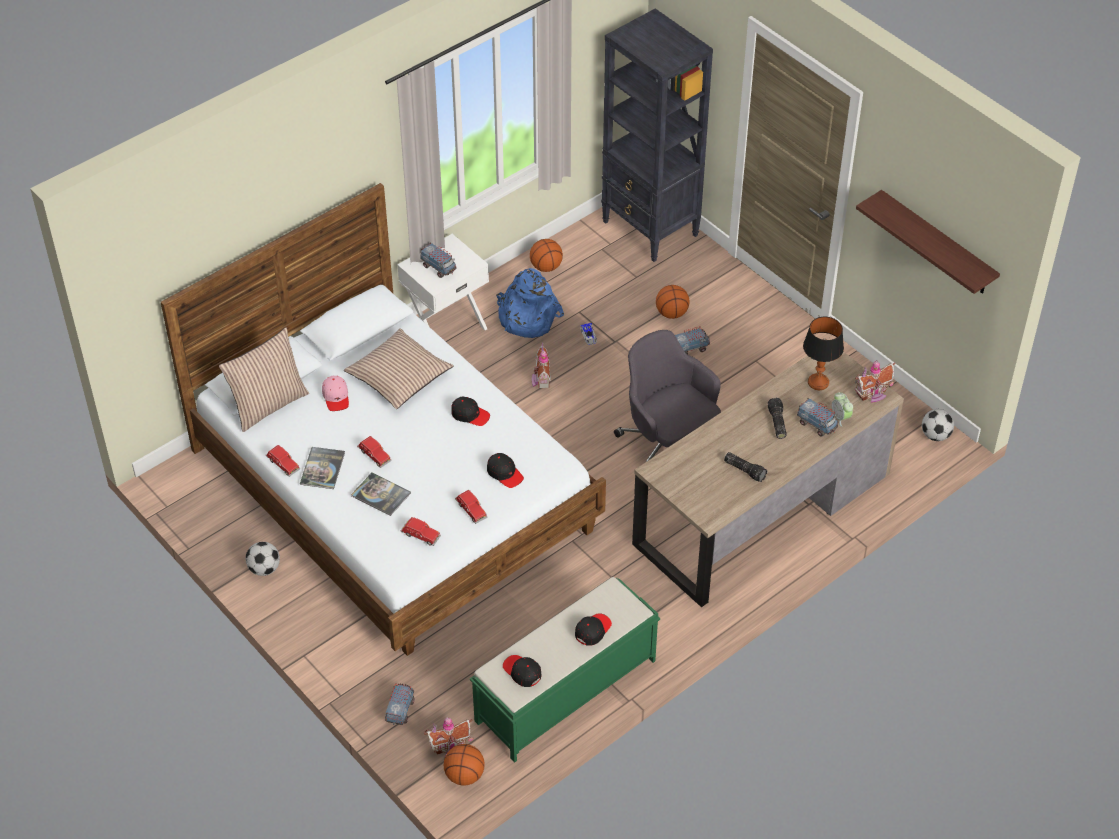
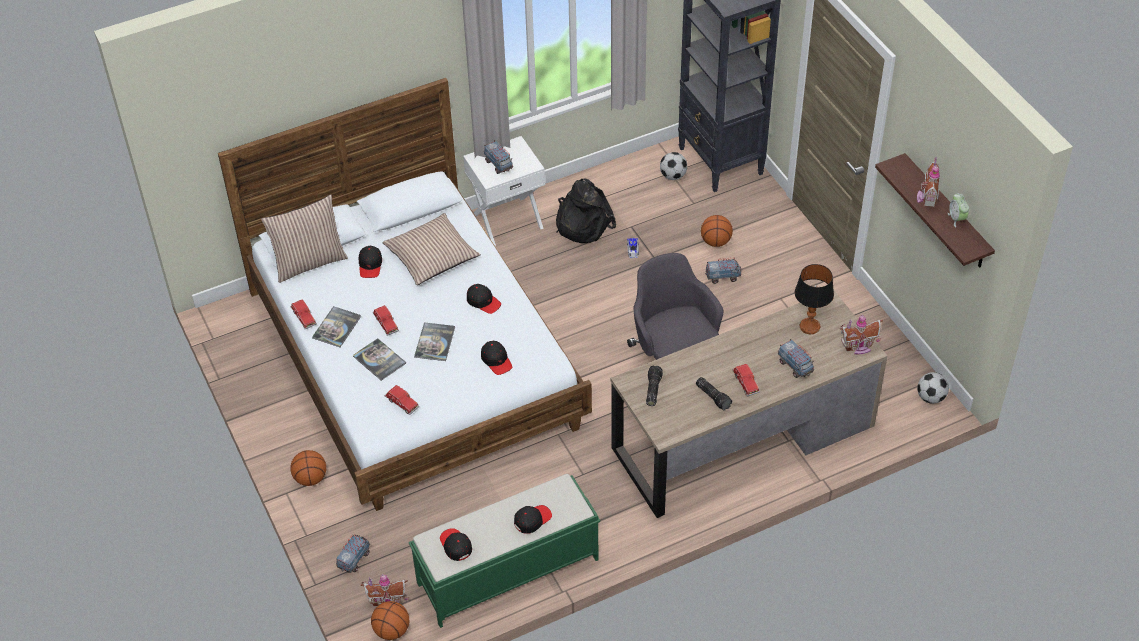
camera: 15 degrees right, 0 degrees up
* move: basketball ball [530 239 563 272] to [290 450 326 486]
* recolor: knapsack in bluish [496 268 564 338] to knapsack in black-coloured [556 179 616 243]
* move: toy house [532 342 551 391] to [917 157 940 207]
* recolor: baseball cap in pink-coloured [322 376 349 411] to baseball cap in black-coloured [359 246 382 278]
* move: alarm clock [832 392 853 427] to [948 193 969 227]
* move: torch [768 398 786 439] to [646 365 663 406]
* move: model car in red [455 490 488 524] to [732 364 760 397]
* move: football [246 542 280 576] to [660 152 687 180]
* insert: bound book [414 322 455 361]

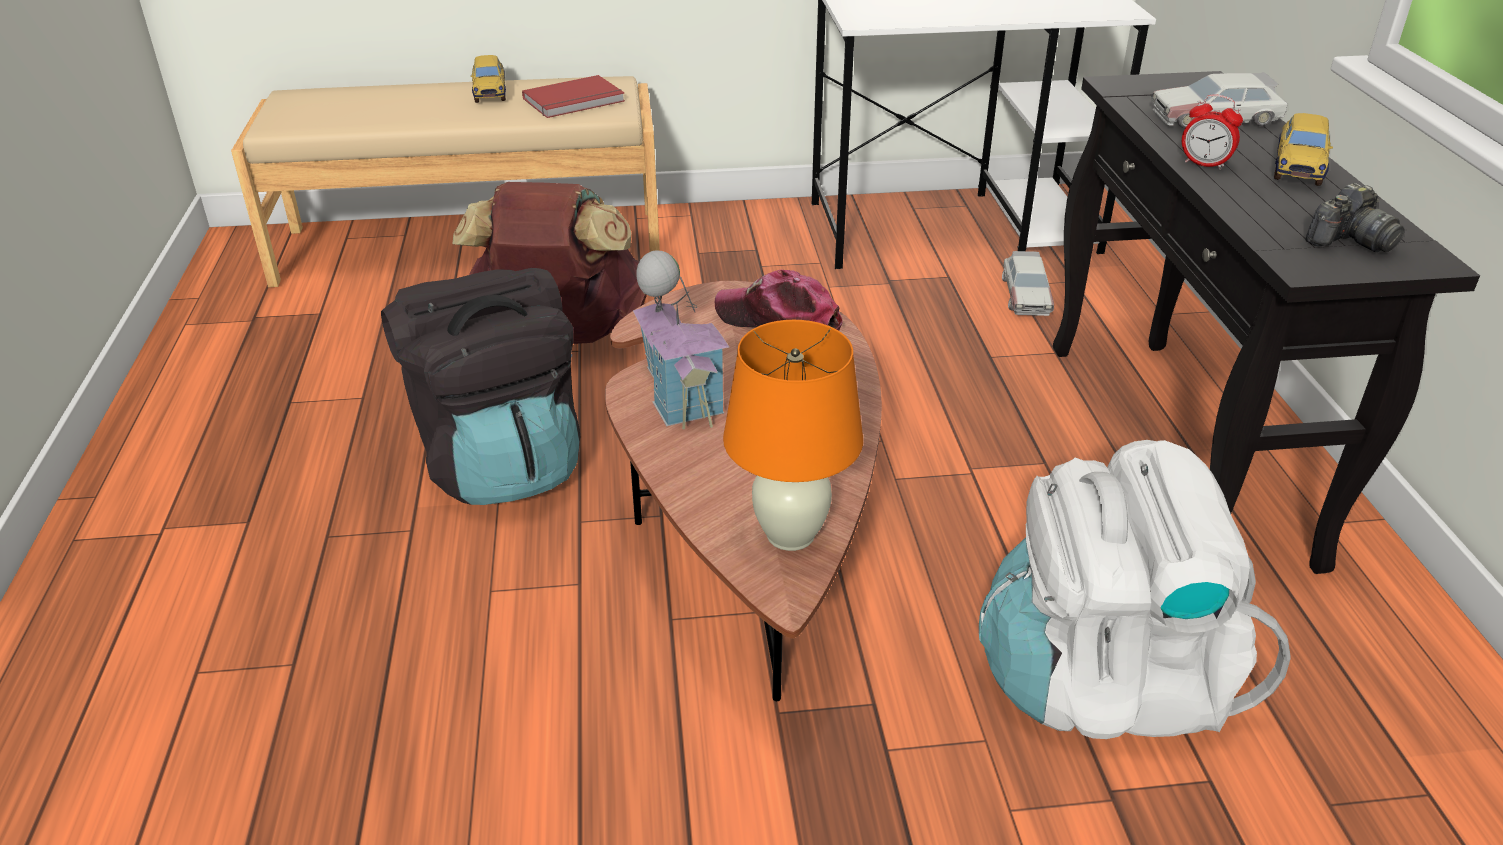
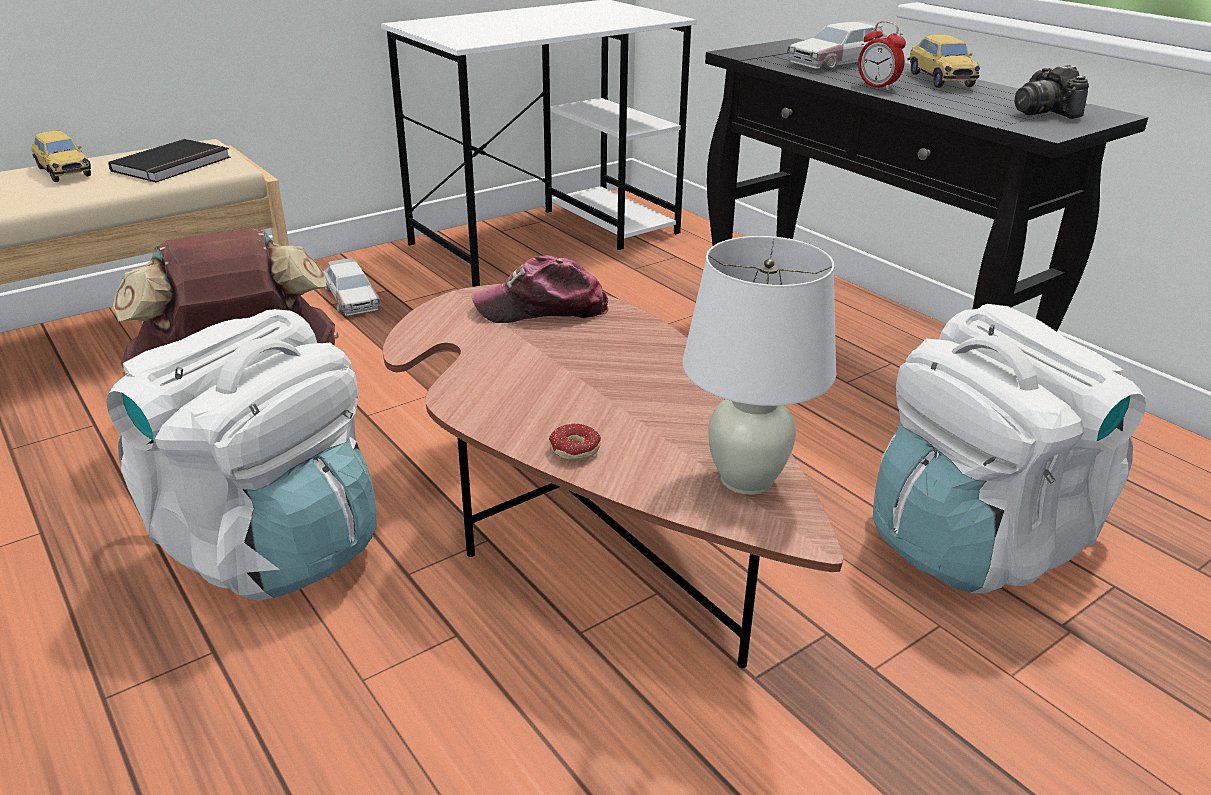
camera: 30 degrees left, 5 degrees down
* recolor: bound book in red [522 75 625 118] to bound book in black-coloured [108 139 231 182]
* rotate: alarm clock [1182 94 1243 170] = [858 21 906 90] 45 degrees clockwise
* rotate: still camera [1305 183 1405 252] = [1015 65 1089 119] 135 degrees clockwise
* delete: toy house [633 250 729 430]
* move: model car [1002 251 1054 316] to [324 258 381 316]
* recolor: knapsack in black-coloured [381 268 581 505] to knapsack in white [106 309 376 601]
* recolor: lamp for a table in orangey [723 320 863 551] to lamp for a table in white [682 236 836 495]
* insert: donut [549 423 601 460]

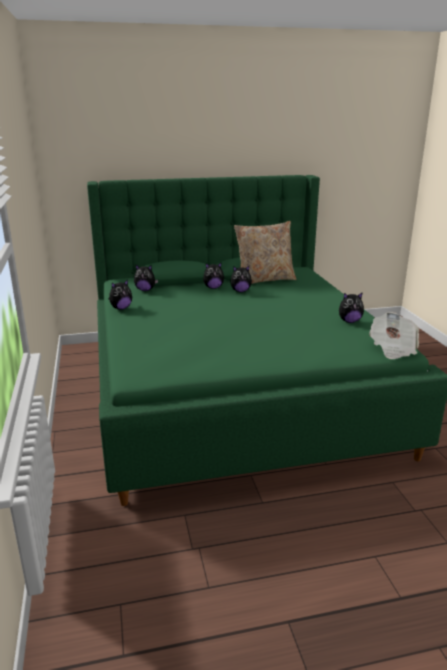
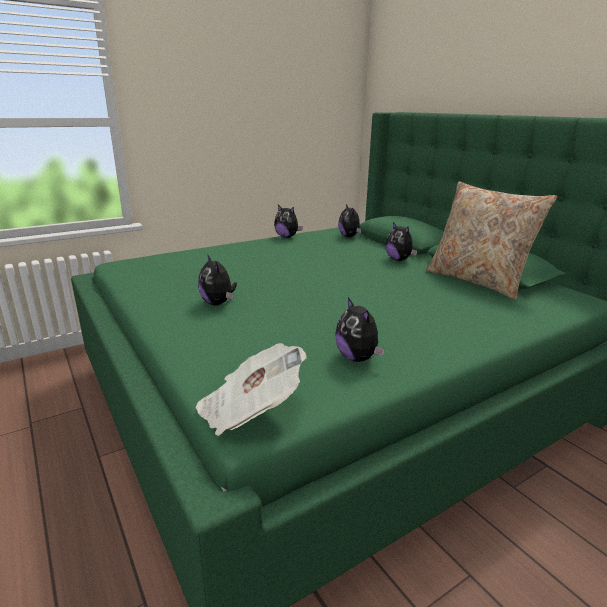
camera: 70 degrees right, 0 degrees up
* move: plush toy [230 266 252 292] to [198 254 237 306]

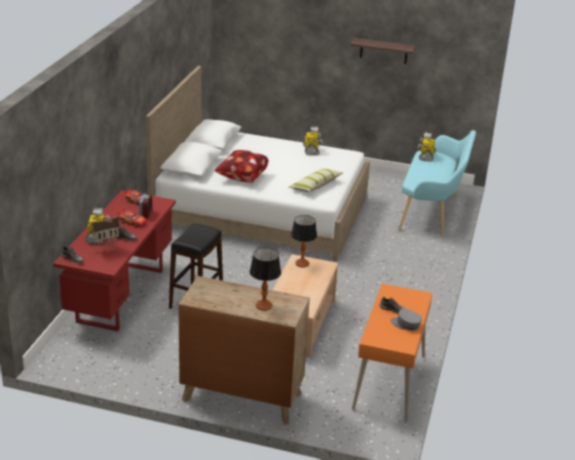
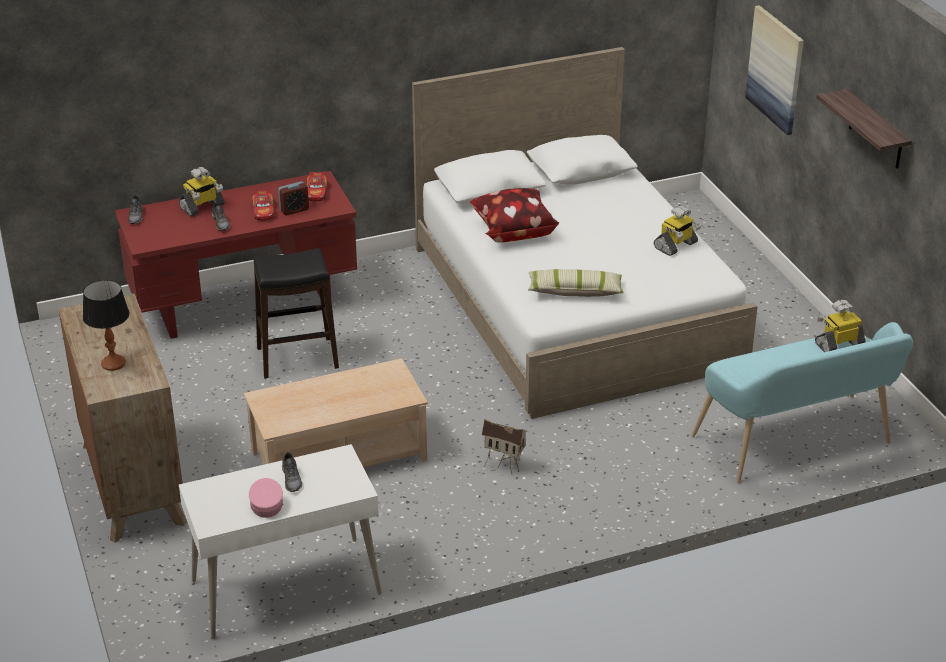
camera: 55 degrees right, 5 degrees up
* delete: lamp for a table [291 215 317 267]
* move: toy house [90 216 120 256] to [482 419 529 475]
* recolor: desk in orangey [352 284 432 422] to desk in white [179 444 382 639]
* recolor: baseball cap in gray [390 309 422 331] to baseball cap in pink-coloured [249 478 283 518]
* insert: wall art [745 5 804 135]

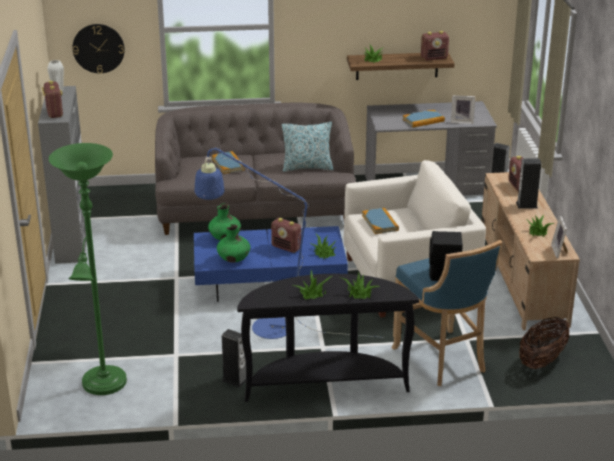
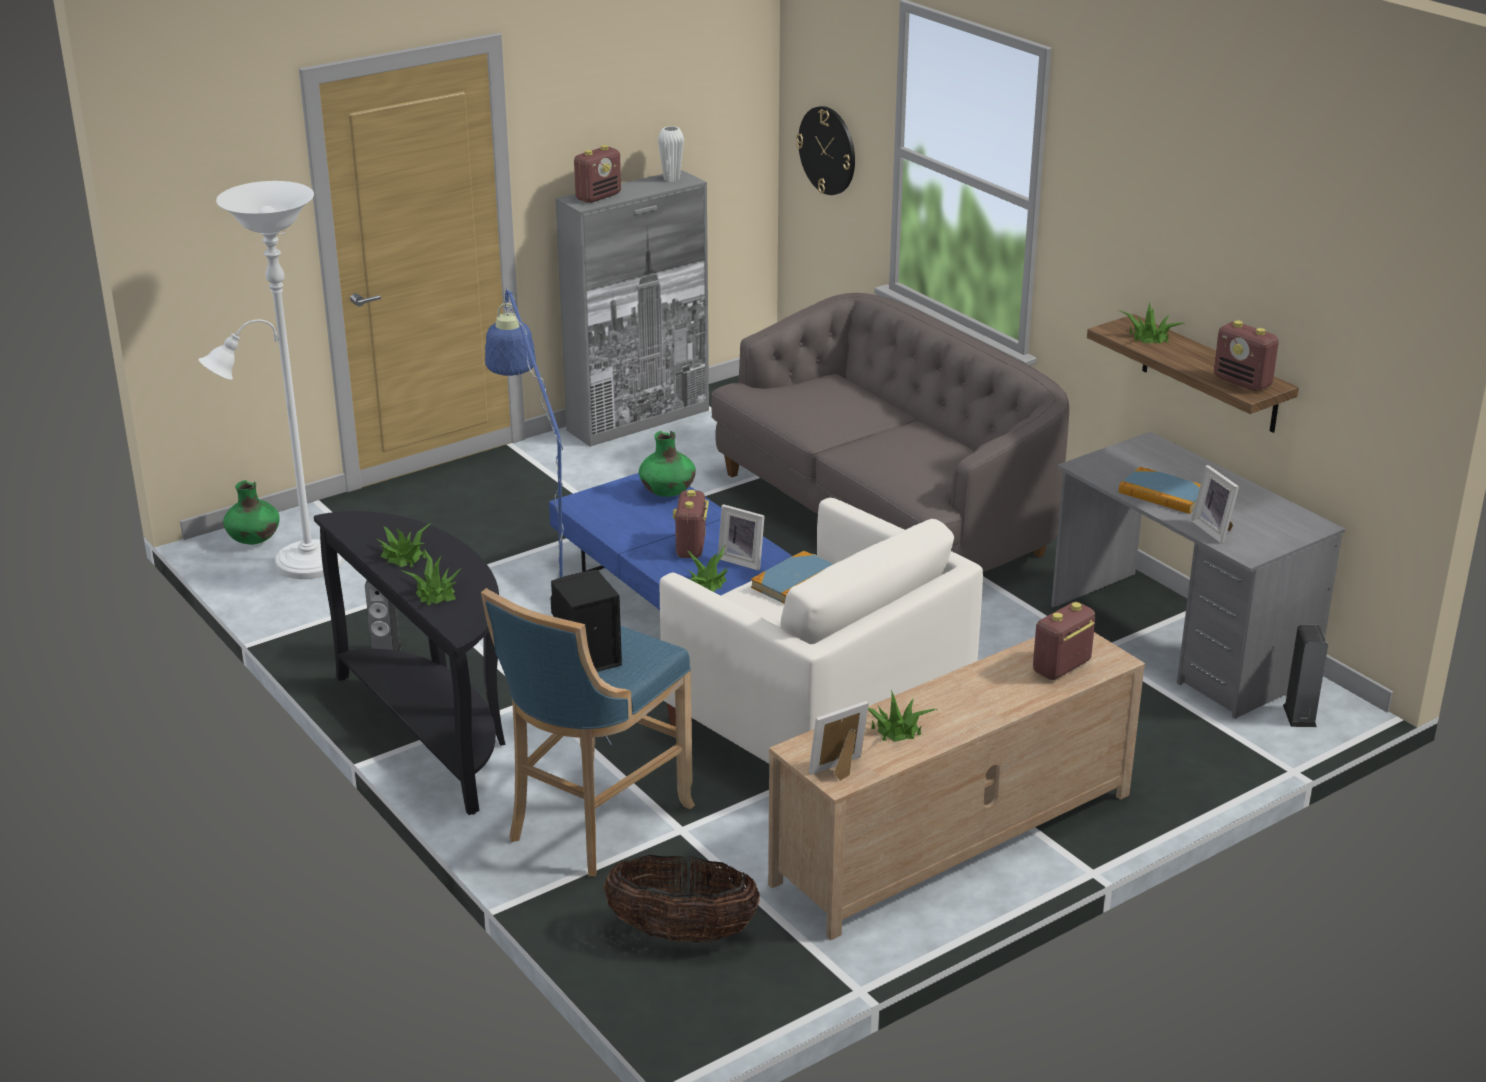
camera: 60 degrees right, 0 degrees up
* delete: pillow [282 122 333 172]
* recolor: floor lamp in green [49 143 127 395] to floor lamp in white [198 181 344 579]
* delete: bound book [212 151 245 174]
* delete: audio speaker [516 158 541 209]
* move: decorative vase in green [217 224 251 263] to [223 480 280 545]
* insert: picture frame [718 504 765 571]

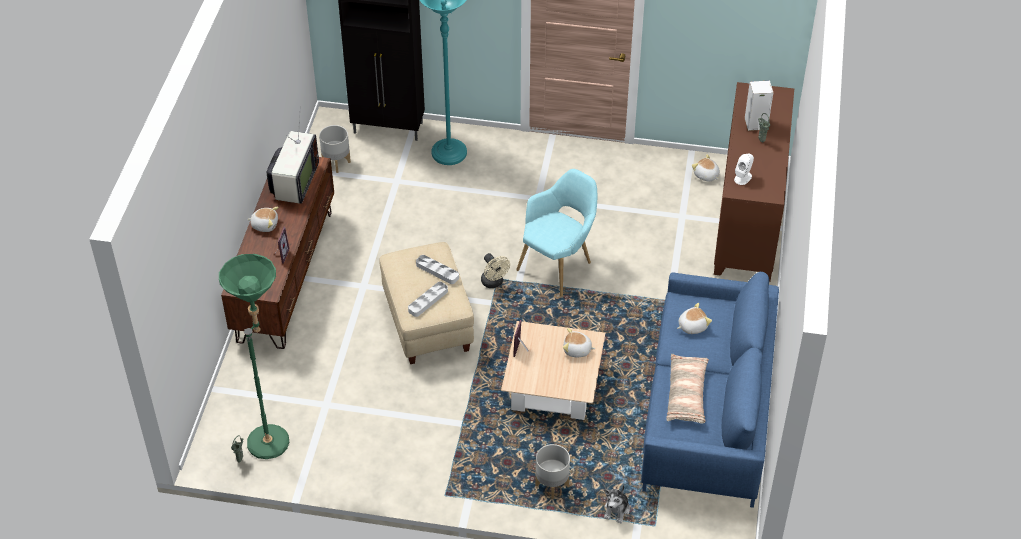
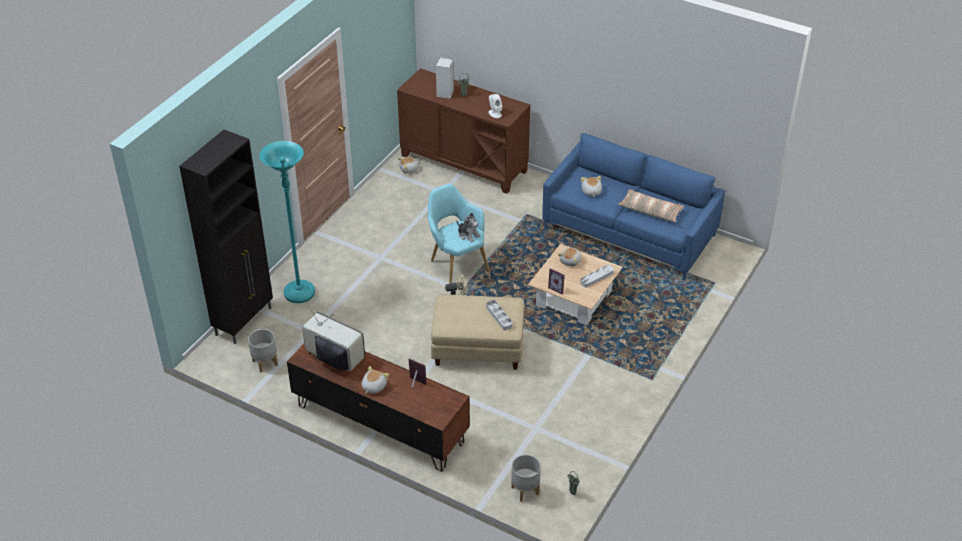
camera: 70 degrees left, 5 degrees down
* delete: floor lamp in green [219 254 289 459]
* move: serving tray in gray [416 255 459 284] to [580 265 614 288]
* move: flower pot in gray [535 444 570 499] to [511 455 541 502]
* move: plush toy [604 485 630 524] to [456 213 480 242]

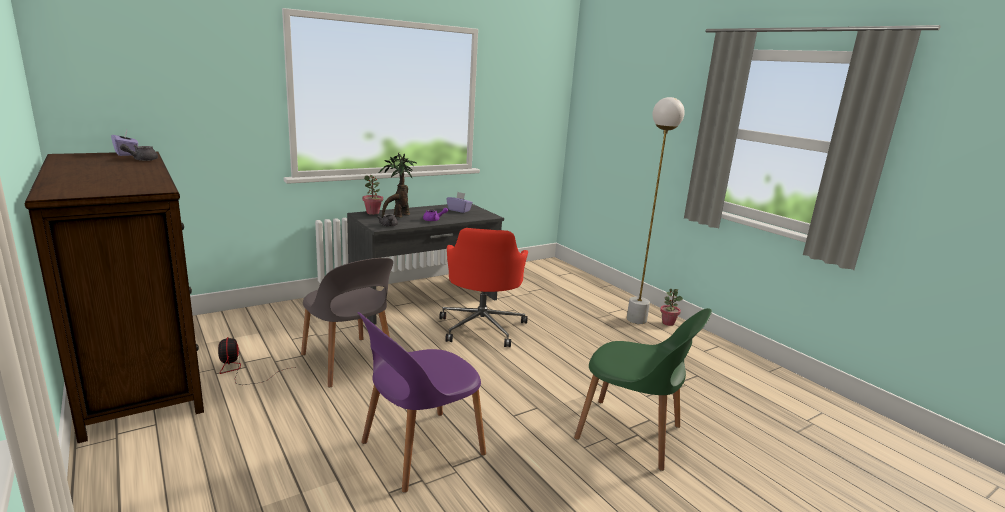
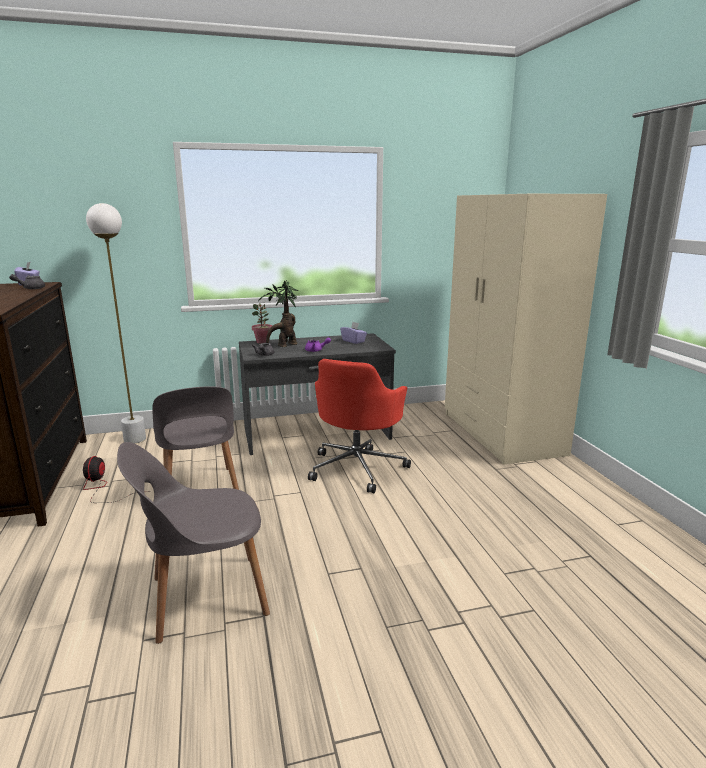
camera: 20 degrees right, 0 degrees up
* move: floor lamp in white [627 97 685 324] to [86 203 146 444]
* delete: houseplant [660 289 683 326]
* delete: chair in green [574 308 712 471]
* recolor: chair in purple-coloured [357 312 486 493] to chair in gray [117 442 270 644]
* insert: clothes cupboard in beige [445 194 607 465]

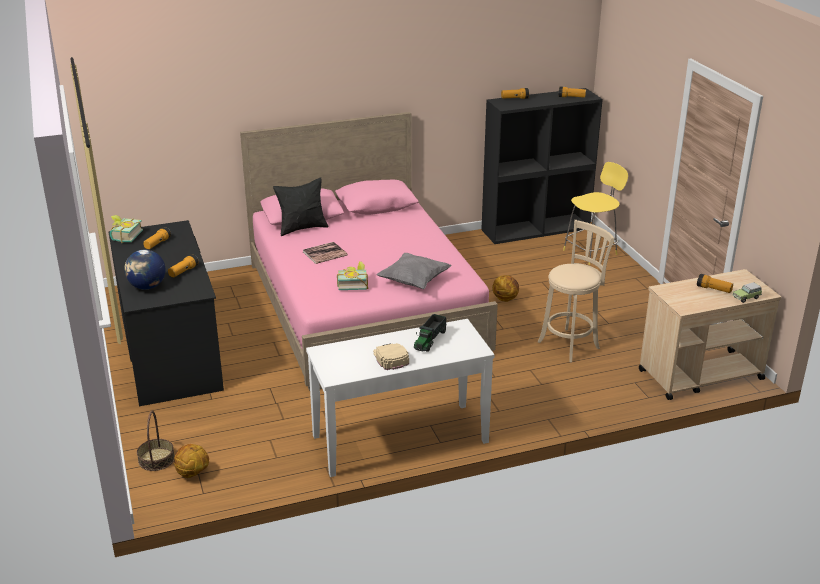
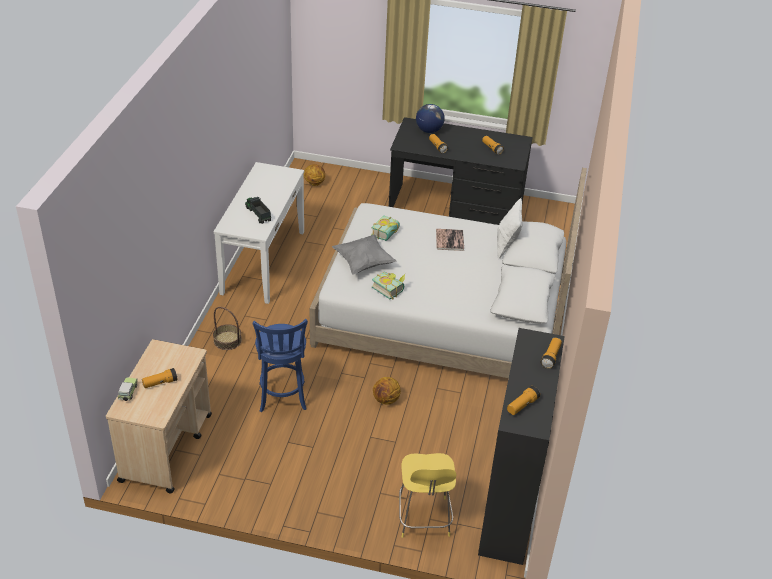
camera: 120 degrees right, 10 degrees up
* recolor: bedroom bed in pink-coloured [240 112 498 391] to bedroom bed in white [310 168 587 378]
* recolor: pillow in black-coloured [273 177 329 236] to pillow in white [497 198 522 259]
* move: bound book [110 215 143 243] to [372 272 405 299]
* recolor: stool seat in beige [538 220 614 362] to stool seat in bluish [253 319 308 412]
* delete: baseball cap in beige [373 343 409 370]
* move: basket [137 411 175 471] to [213 307 242 350]

